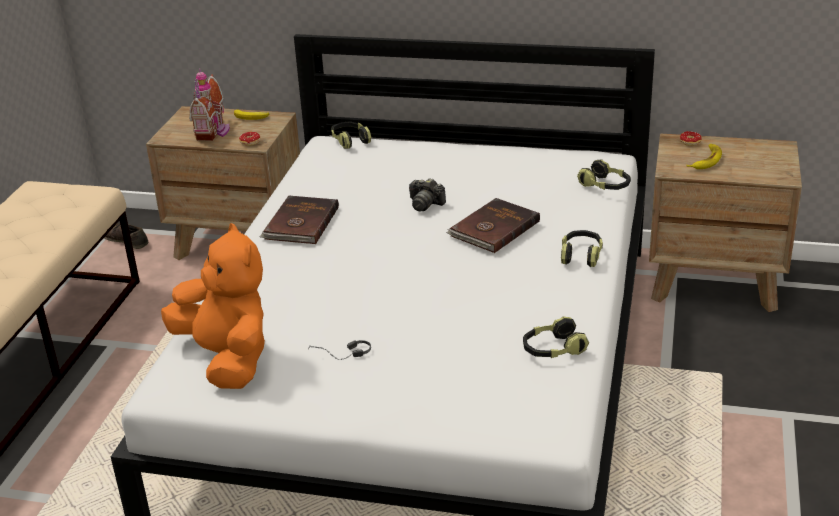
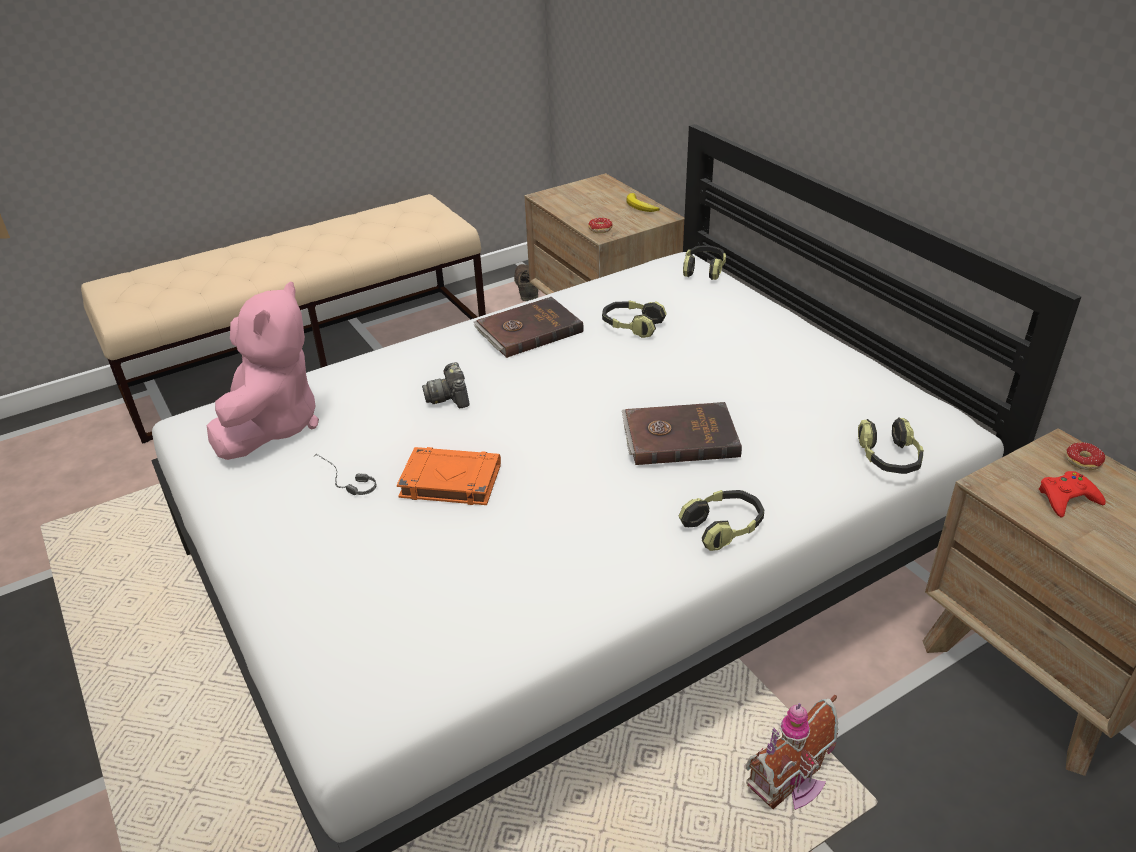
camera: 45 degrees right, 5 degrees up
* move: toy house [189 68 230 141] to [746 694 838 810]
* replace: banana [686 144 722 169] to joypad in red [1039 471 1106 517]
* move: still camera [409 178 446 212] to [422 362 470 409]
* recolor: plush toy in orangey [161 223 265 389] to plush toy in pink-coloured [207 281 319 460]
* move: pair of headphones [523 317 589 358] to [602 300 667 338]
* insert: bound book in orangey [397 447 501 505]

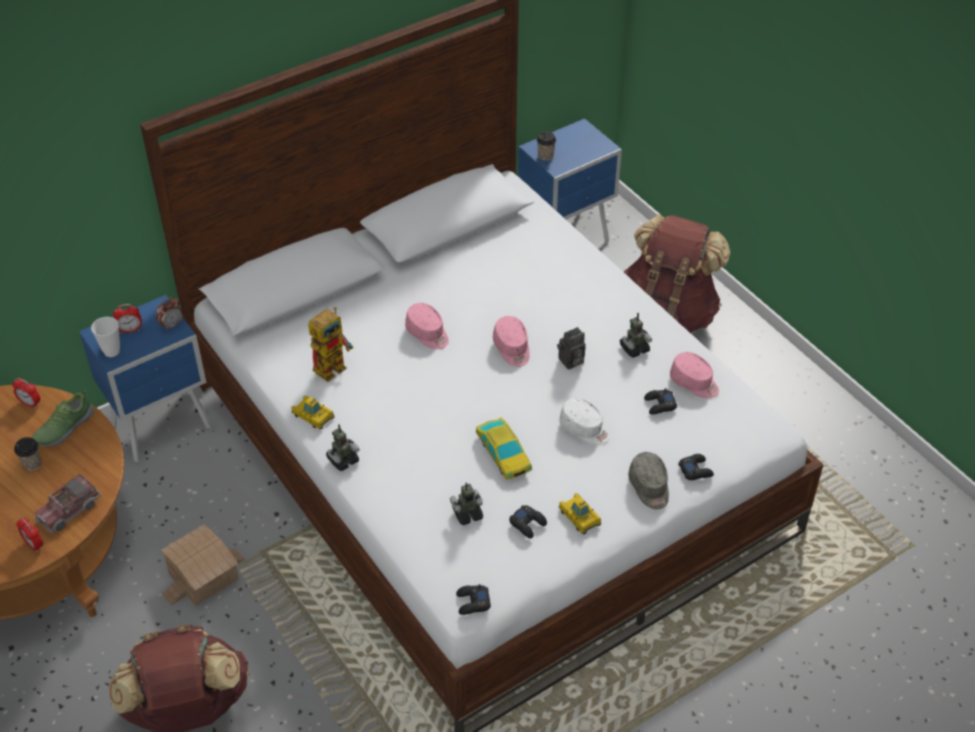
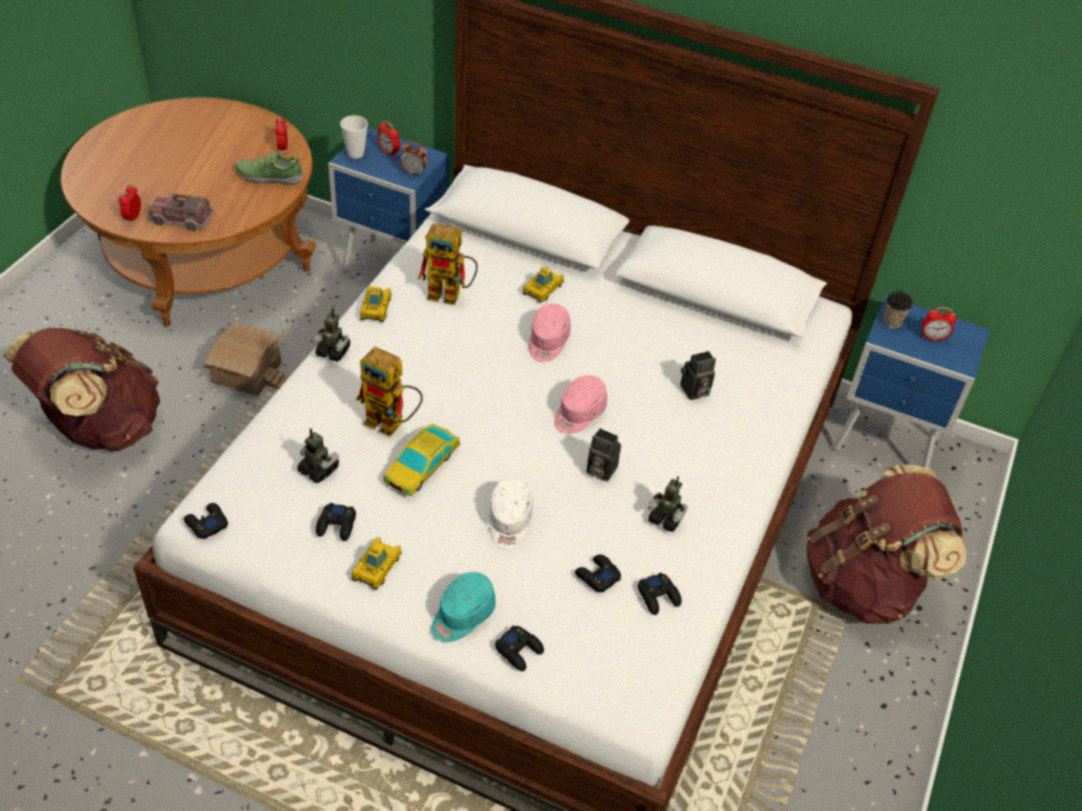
camera: 55 degrees right, 0 degrees up
* replace: baseball cap in pink-coloured [670 352 719 398] to joypad in black-coloured [638 573 682 615]
* delete: cup [14 437 42 471]
* recolor: baseball cap in gray [628 452 669 510] to baseball cap in turquoise [431 572 496 642]
* insert: model car [522 267 564 303]
* insert: alarm clock [922 307 956 341]
* insert: model robot [356 347 423 437]
* insert: still camera [680 351 716 400]

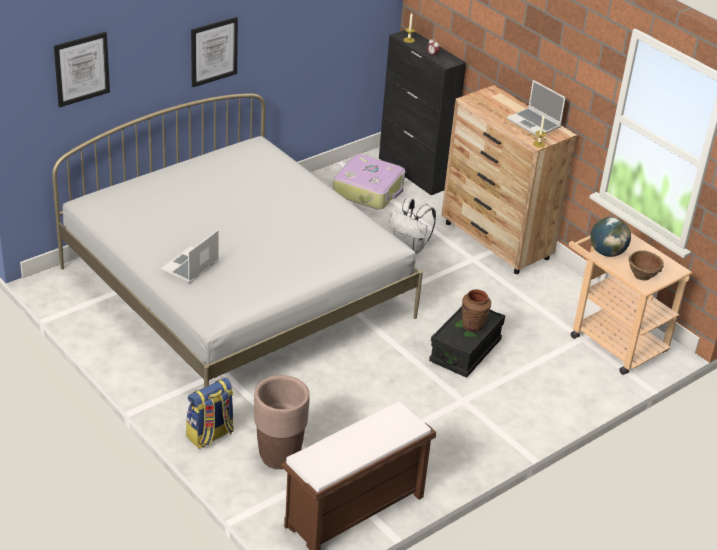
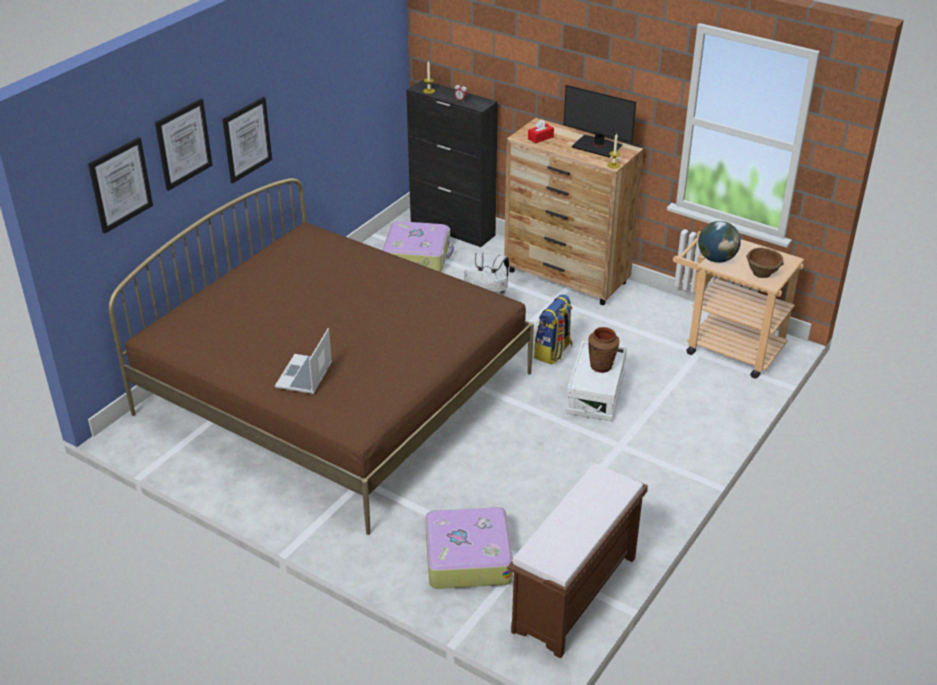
camera: 15 degrees left, 0 degrees up
* replace: notebook computer [507 80 566 137] to computer screen [564 85 636 158]
* recolor: bedroom bed in white [52 93 423 388] to bedroom bed in brown [108 178 534 535]
* recolor: storage bin in black-coloured [429 306 505 378] to storage bin in white [567 341 627 421]
* replace: flower pot in brown [254 375 310 469] to suitcase [425 506 513 589]
* move: knapsack [186 378 234 449] to [534 294 573 365]
* insert: wall art [155 99 213 191]
* insert: tissue box in red [528 119 554 143]

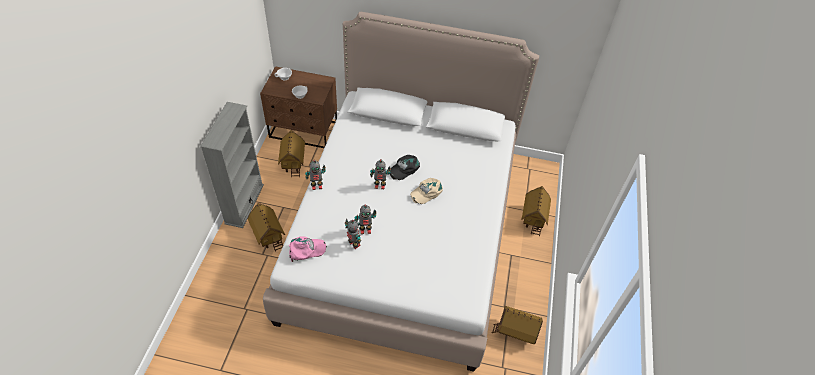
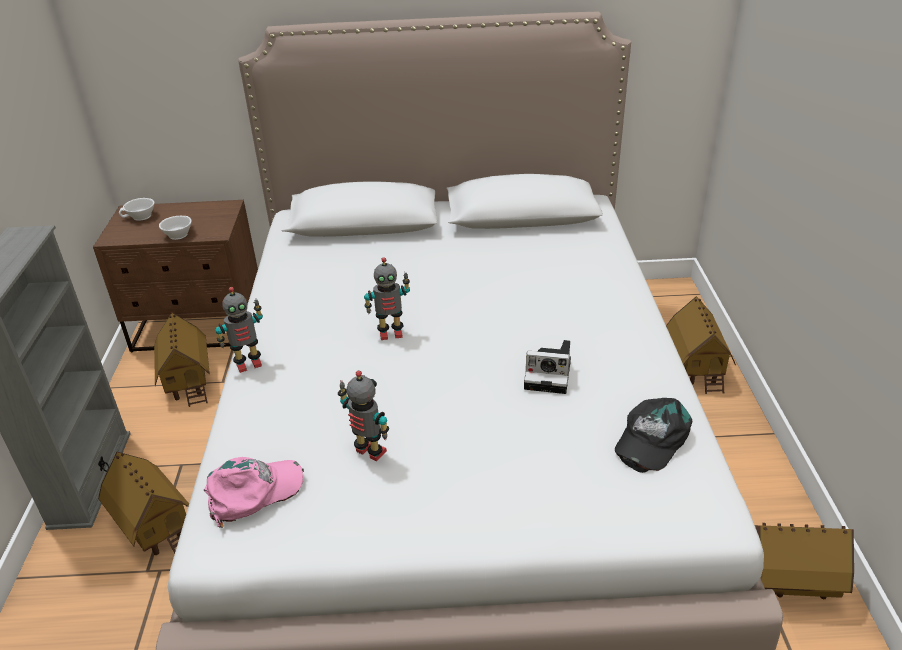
camera: 10 degrees left, 15 degrees down
* move: baseball cap in black-coloured [390 155 420 180] to [615 398 692 473]
* delete: baseball cap in beige [410 178 443 204]
* delete: model robot [355 204 377 234]
* insert: still camera [524 340 571 394]

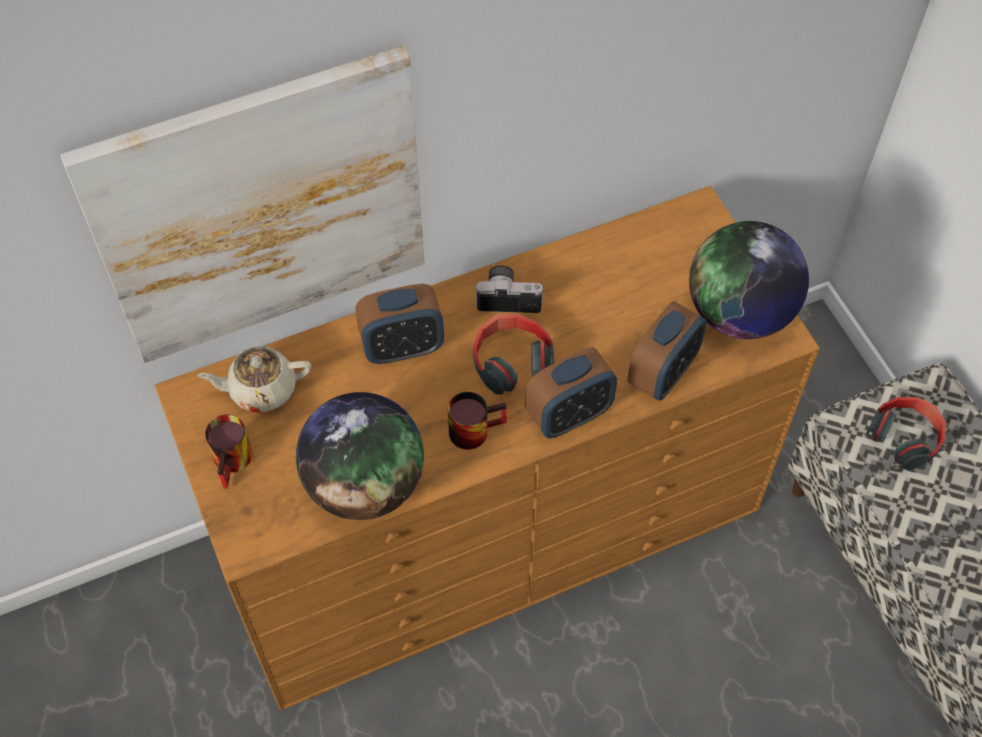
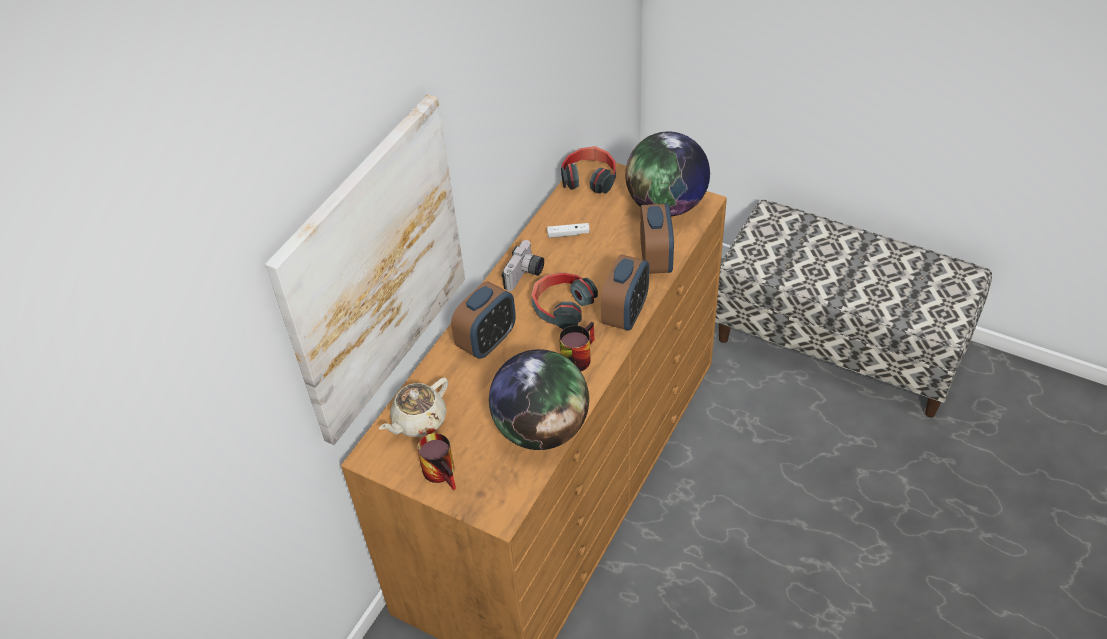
camera: 35 degrees left, 10 degrees down
* rotate: still camera [475 266 544 313] = [501 240 544 291] 150 degrees clockwise
* move: pair of headphones [866 397 946 470] to [561 146 616 194]
* insert: joypad in white [547 223 590 238]

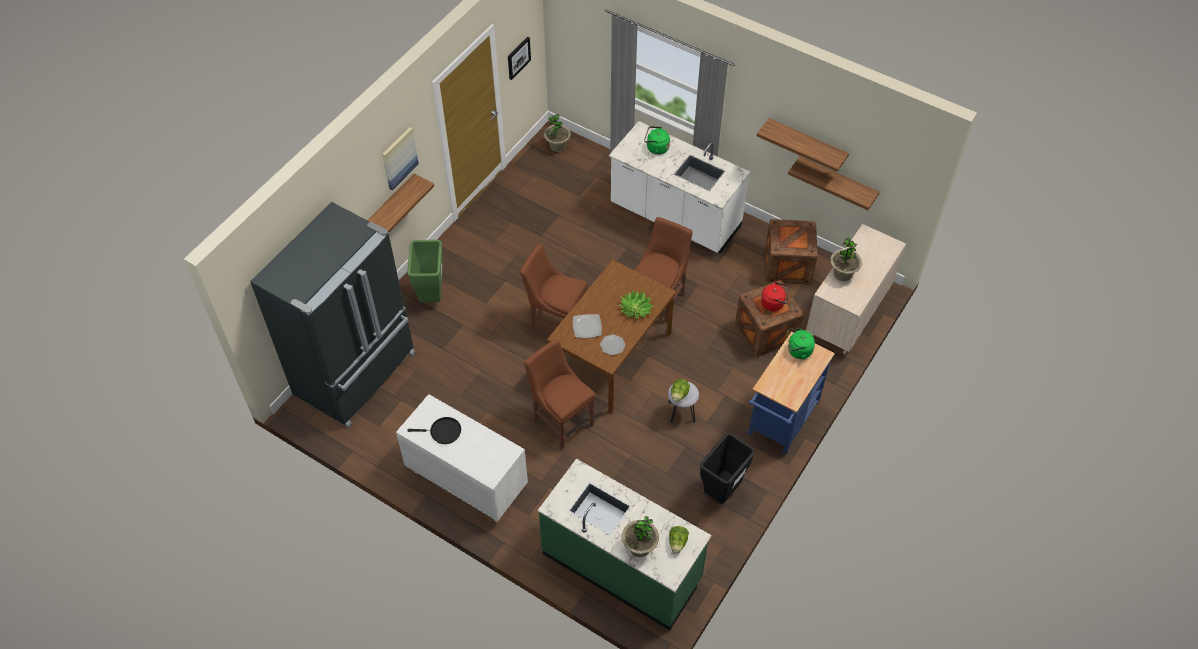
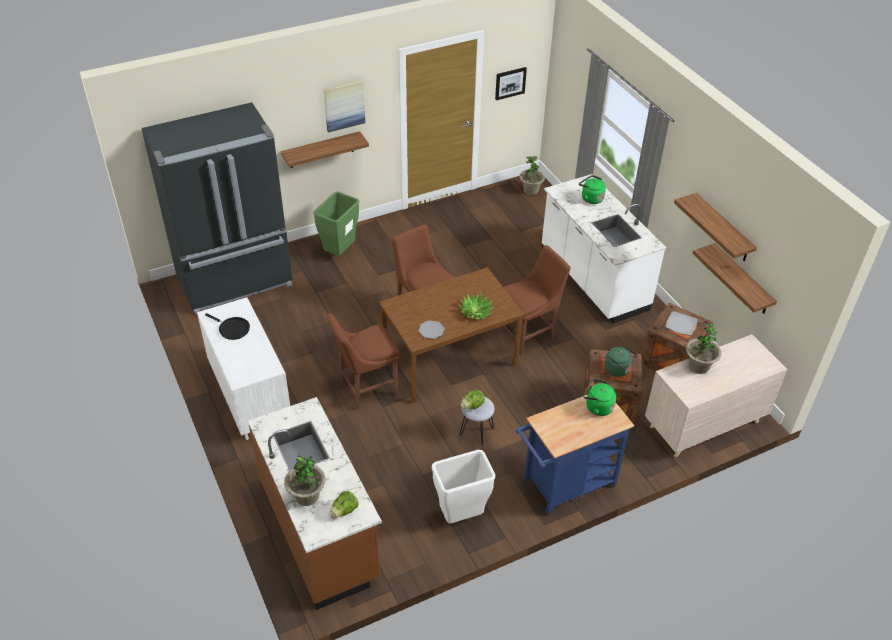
camera: 30 degrees right, 10 degrees down
* recolor: water kettle in red [761 281 789 311] to water kettle in green [605 347 638 377]
* move: plate [573 314 602 338] to [666 311 698 336]
* rotate: chair in brown [524 339 596 449] = [327 313 400 409] 105 degrees counterclockwise
* recolor: waste bin in black-coloured [700 433 755 504] to waste bin in white [432 450 495 524]
* recolor: counter in green [538 459 712 630] to counter in brown [248 397 382 610]

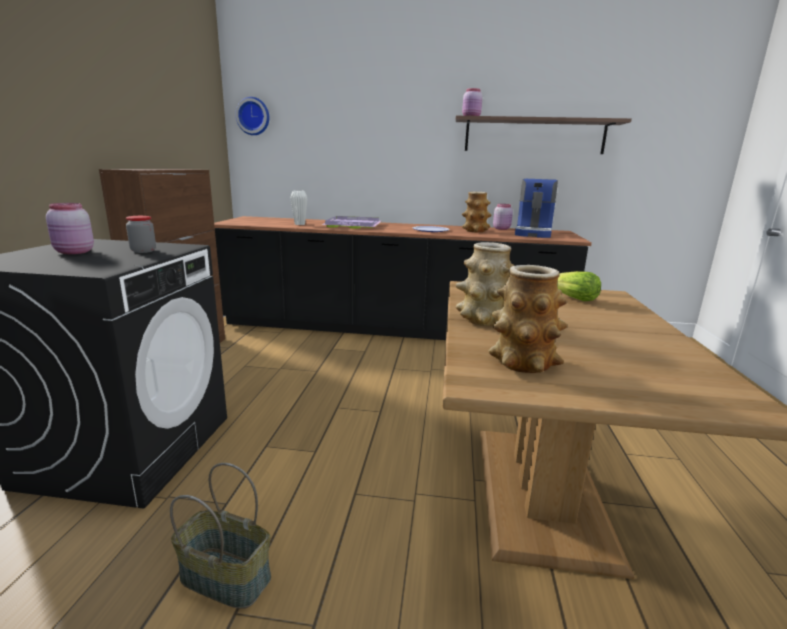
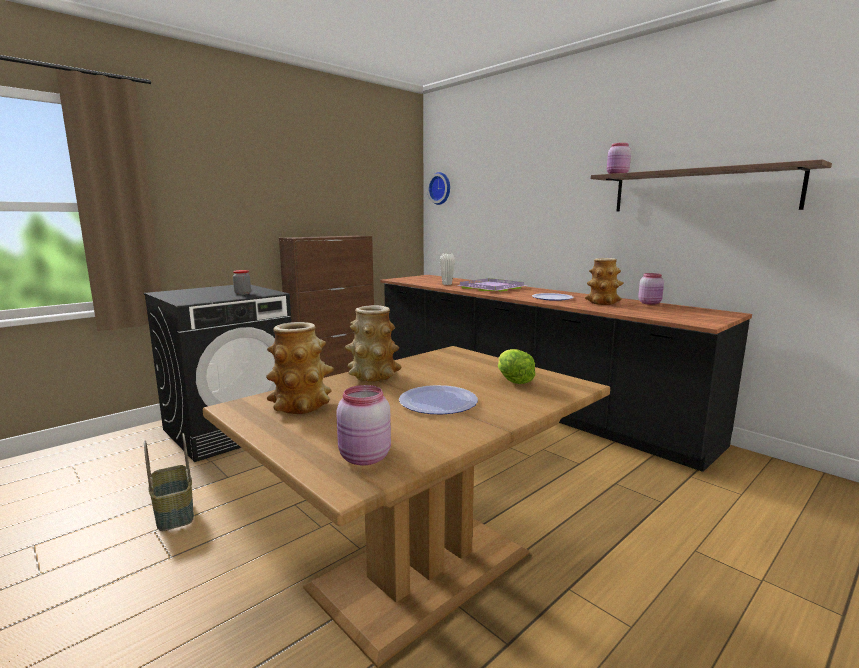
camera: 40 degrees right, 5 degrees down
* delete: coffee maker [515 179 558 238]
* move: storage jar in pink-coloured [46 203 94 254] to [336 385 391 466]
* insert: plate [399 385 478 414]

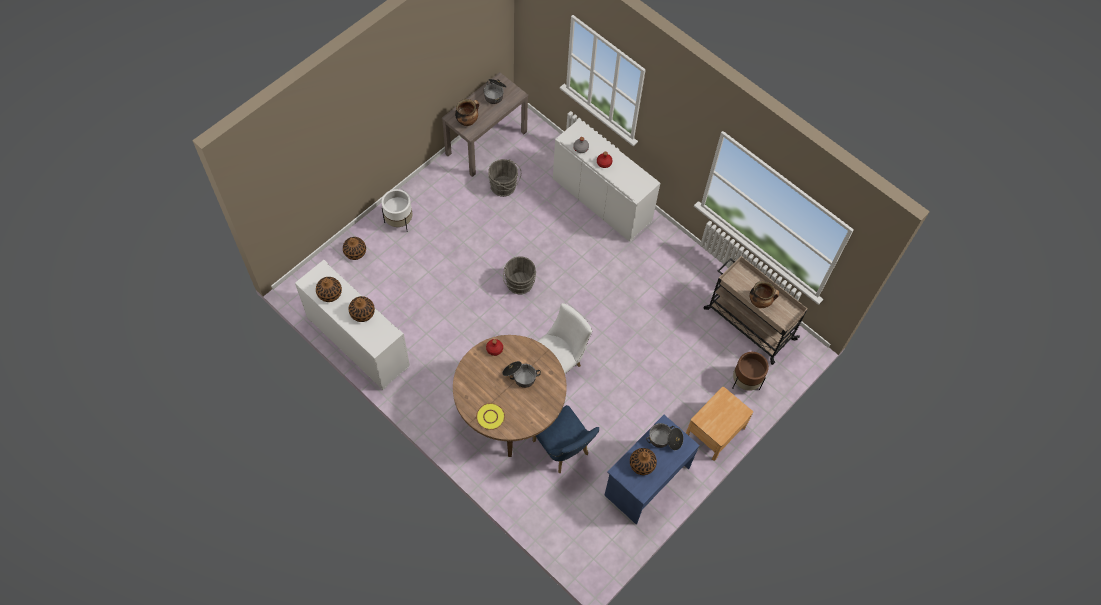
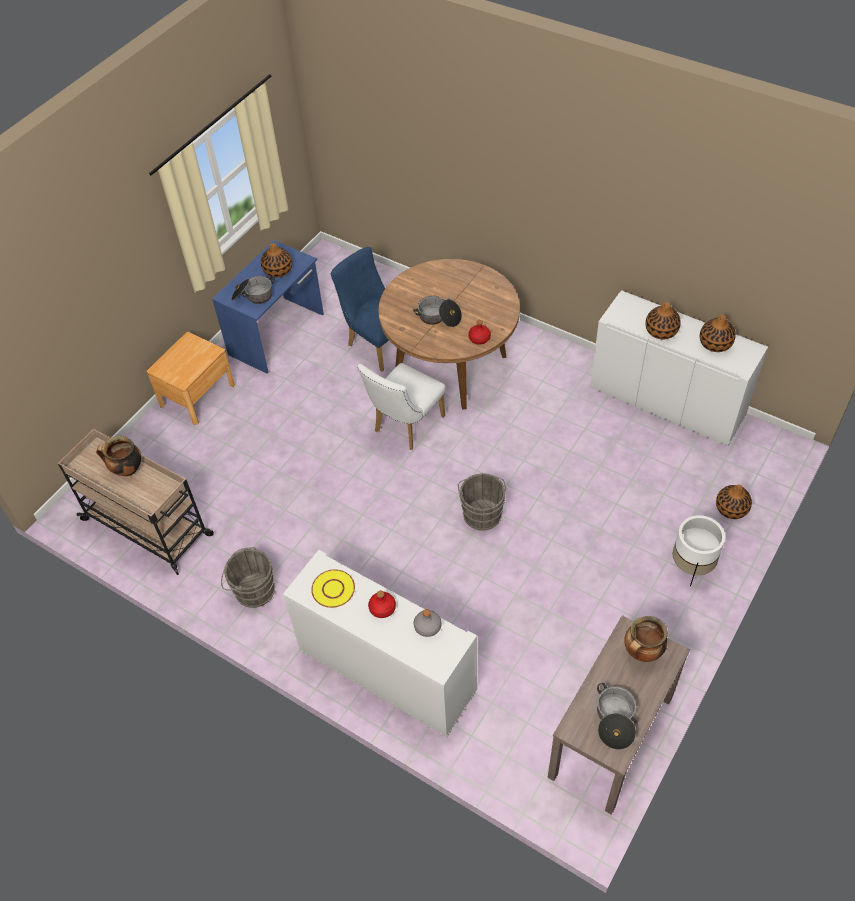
camera: 175 degrees right, 10 degrees down
* move: bucket in gray [488 159 521 197] to [221 547 275 608]
* delete: flower pot in brown [732 352 769 391]
* move: plate in yellow [476 403 505 430] to [311 569 355 608]

